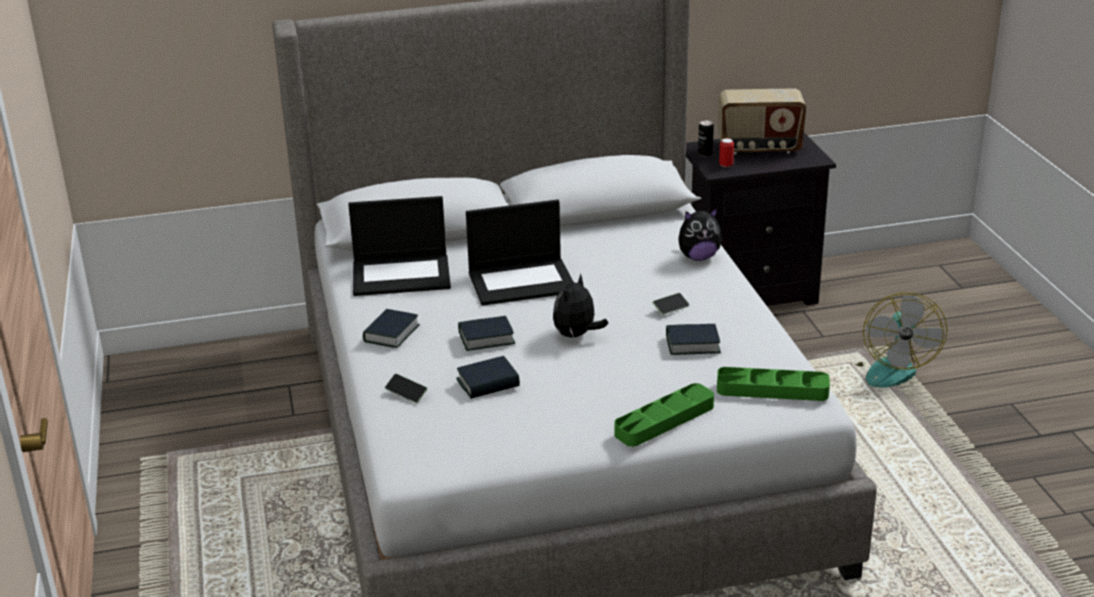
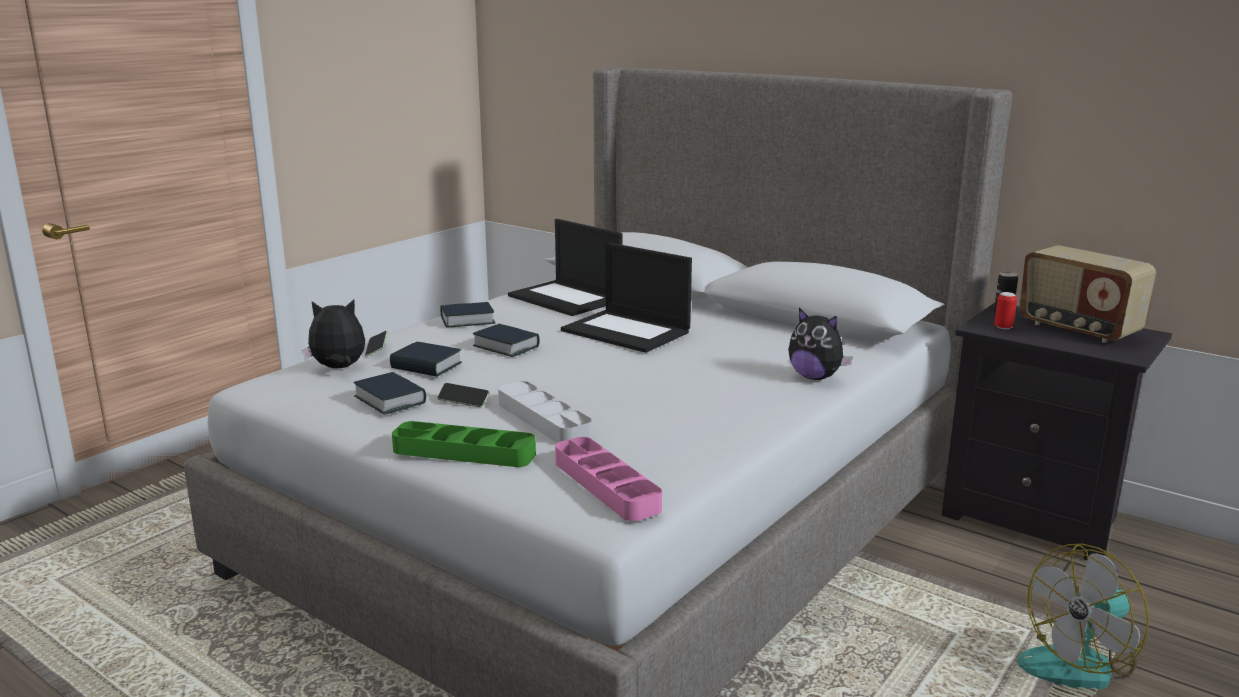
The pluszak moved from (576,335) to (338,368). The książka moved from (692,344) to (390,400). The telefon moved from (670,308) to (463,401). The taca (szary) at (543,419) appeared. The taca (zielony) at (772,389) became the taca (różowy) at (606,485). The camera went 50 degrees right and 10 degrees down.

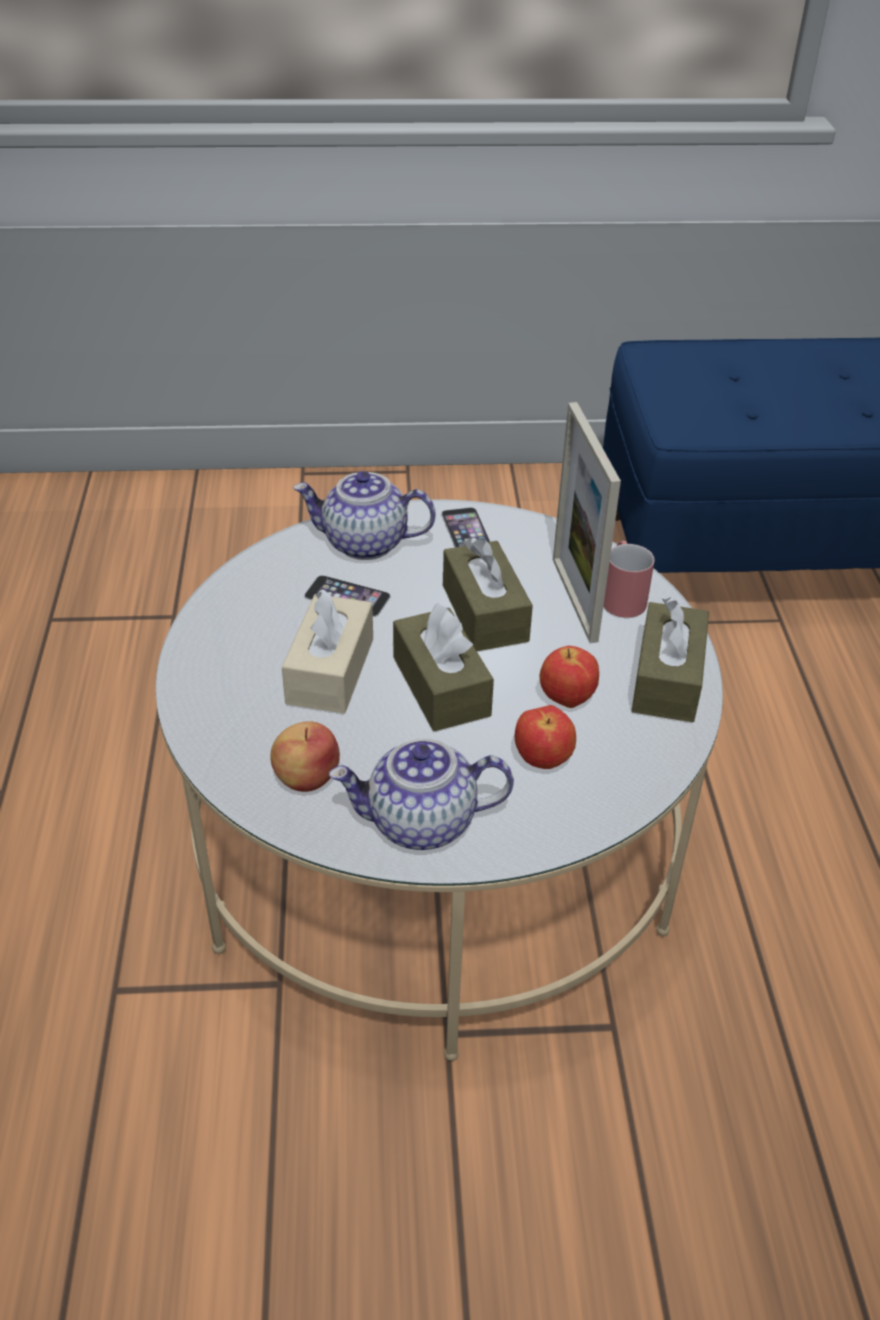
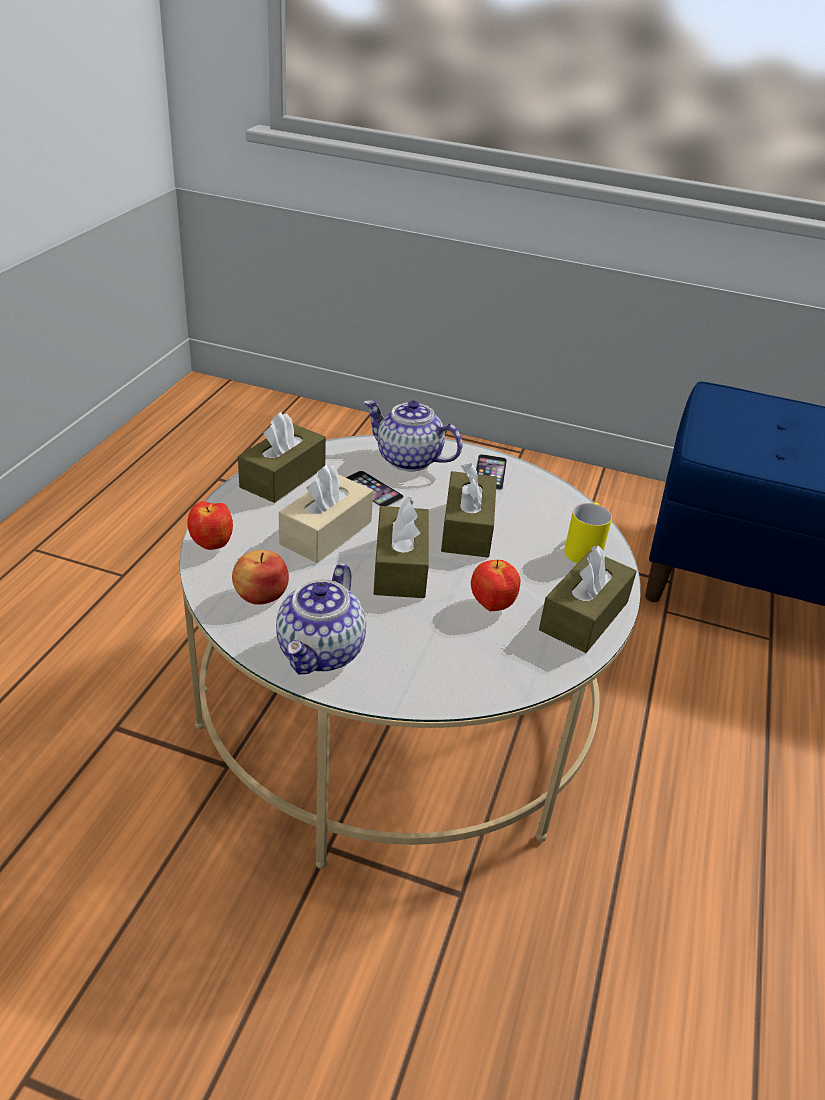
The jabłko moved from (543,760) to (212,545). The pudełko chusteczek (brązowy) at (283,477) appeared. The imbryk at (421,823) turned 90 degrees counterclockwise. The kubek (czerwony) at (622,595) became the kubek (żółty) at (584,548). The ramka na zdjęcie at (574,599) disappeared. The camera went 20 degrees right and 5 degrees down.

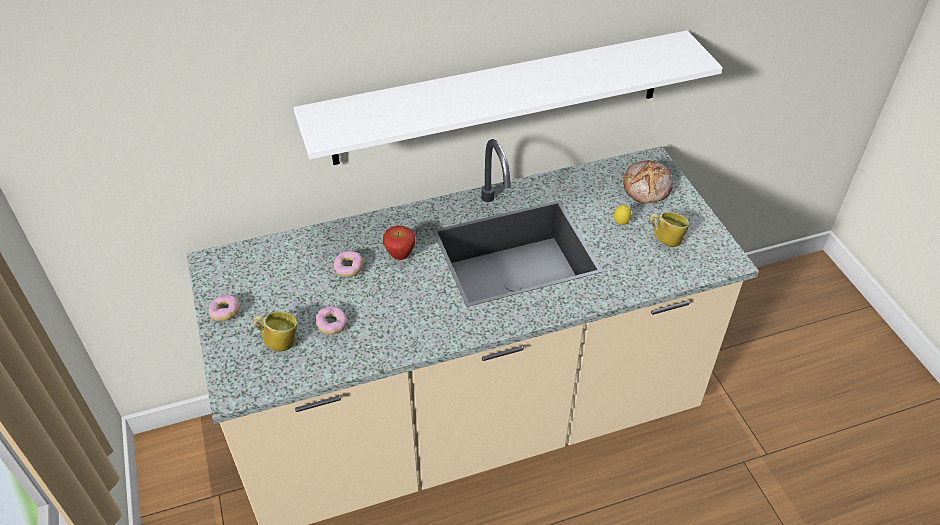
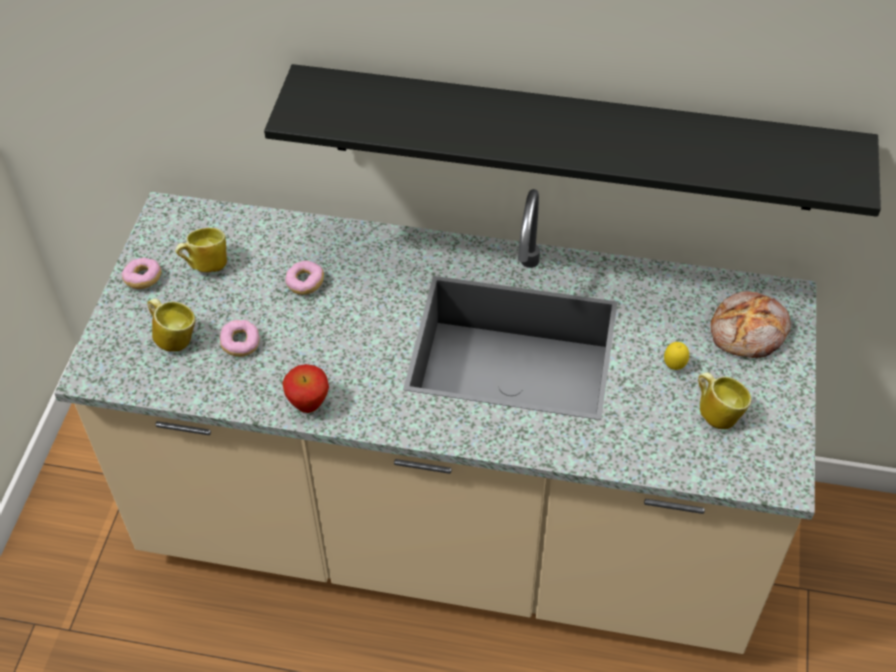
The kubek at (205,265) appeared. The półka (biały) at (500,98) became the półka (czarny) at (572,138). The jabłko moved from (400,256) to (309,405). The camera went 30 degrees right and 5 degrees up.

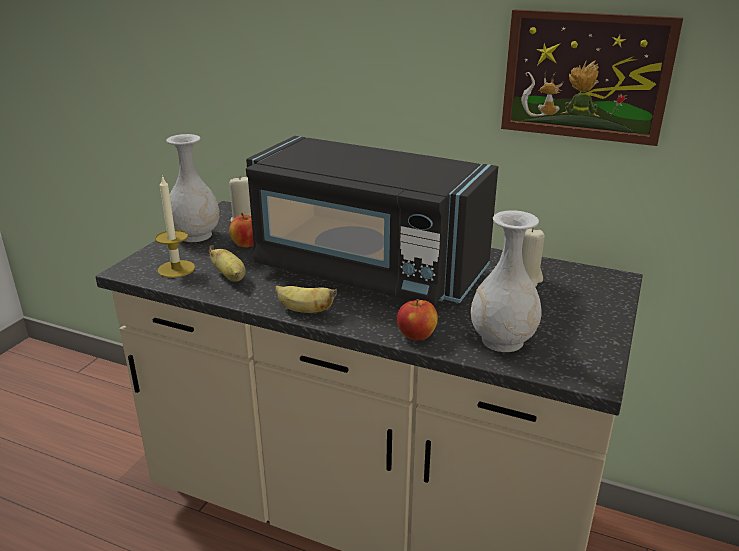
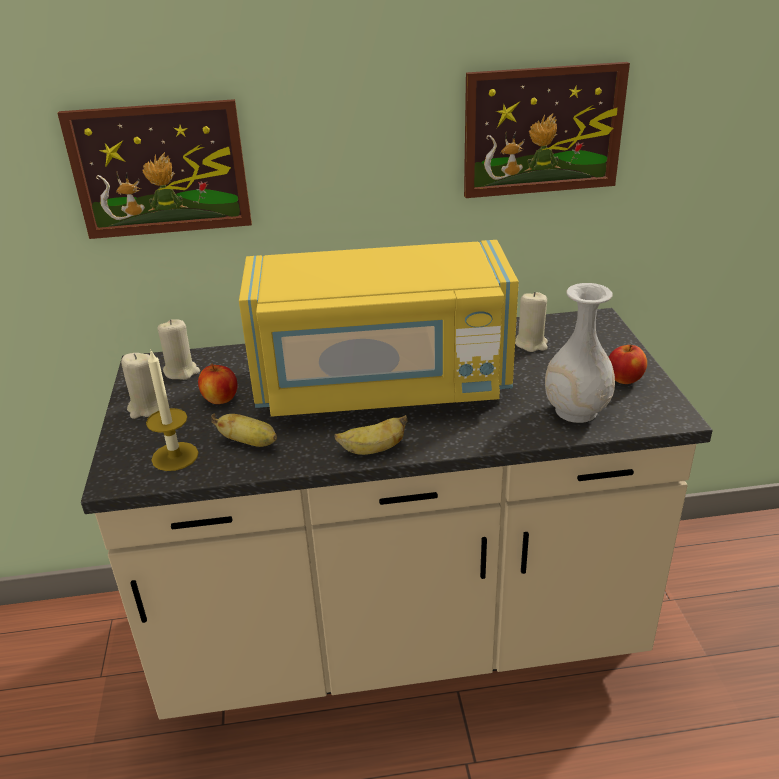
The obraz at (160,170) appeared. The wazon (biały) at (196,235) was replaced by the świeca (beżowy) at (147,408). The mikrofalówka (czarny) at (366,270) became the mikrofalówka (żółty) at (381,384). The jabłko moved from (416,335) to (624,379). The camera went 30 degrees left and 5 degrees up.

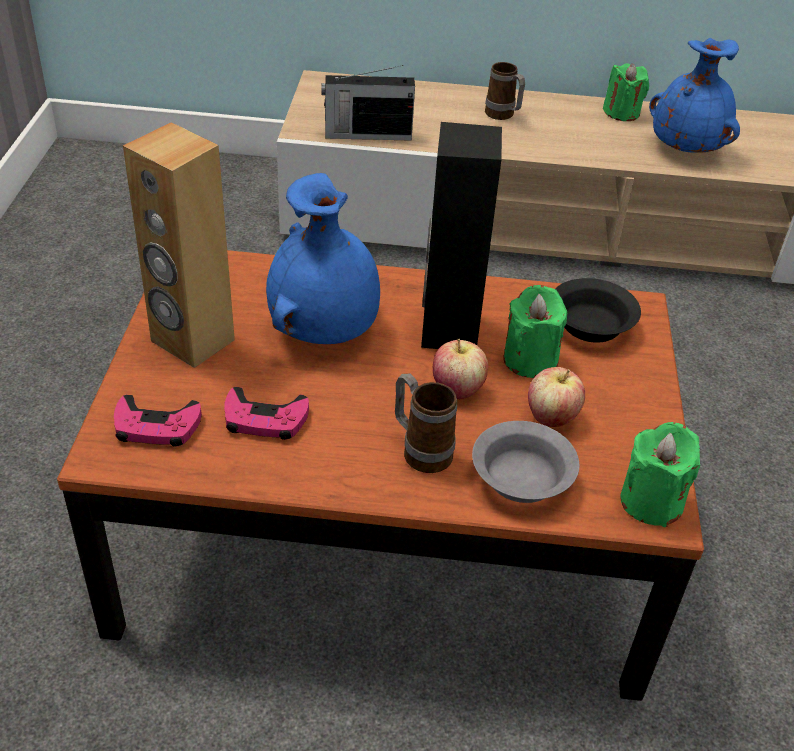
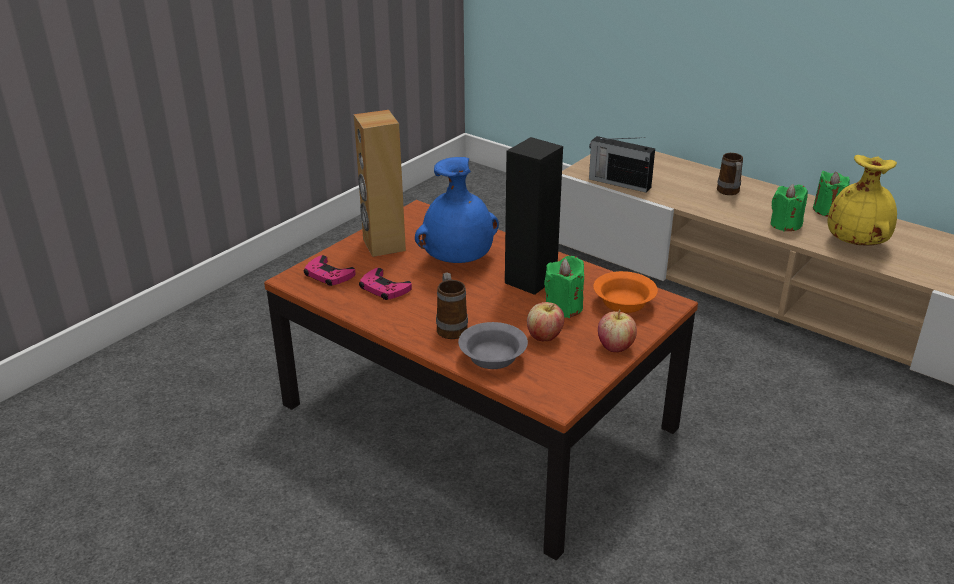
The miska (czarny) at (592,324) became the miska (pomarańczowy) at (625,303). The jabłko moved from (457,389) to (615,347). The świeca (zielony) moved from (651,501) to (785,225). The wazon (niebieski) at (686,148) became the wazon (żółty) at (857,243). The camera went 35 degrees right and 10 degrees down.

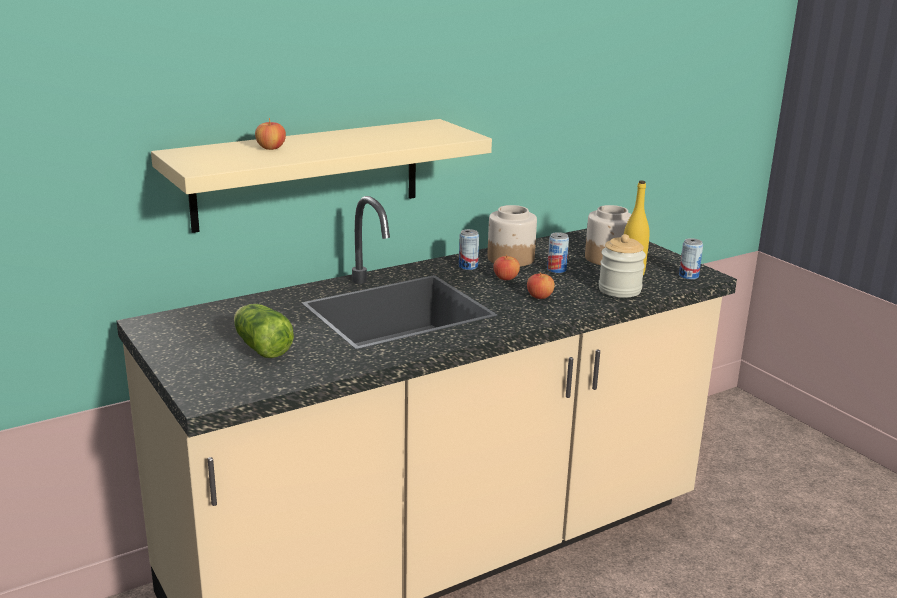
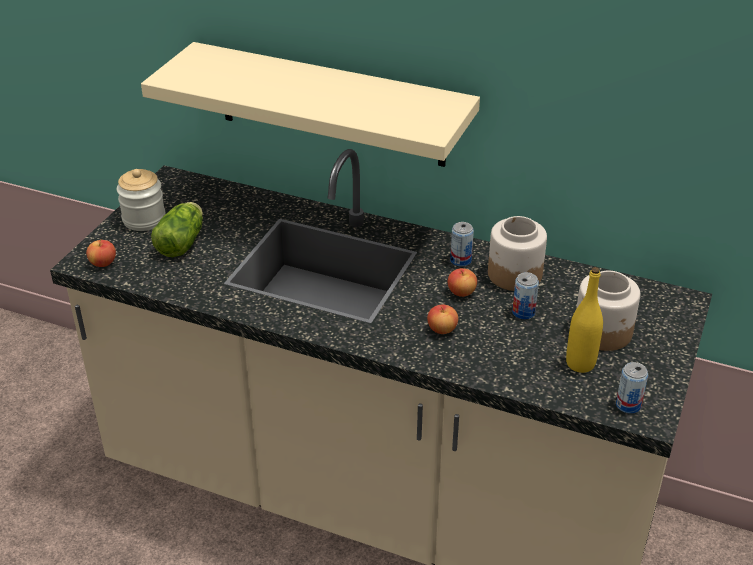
The jabłko moved from (271,148) to (103,263). The słoik moved from (619,290) to (144,219). The camera went 55 degrees right and 15 degrees up.

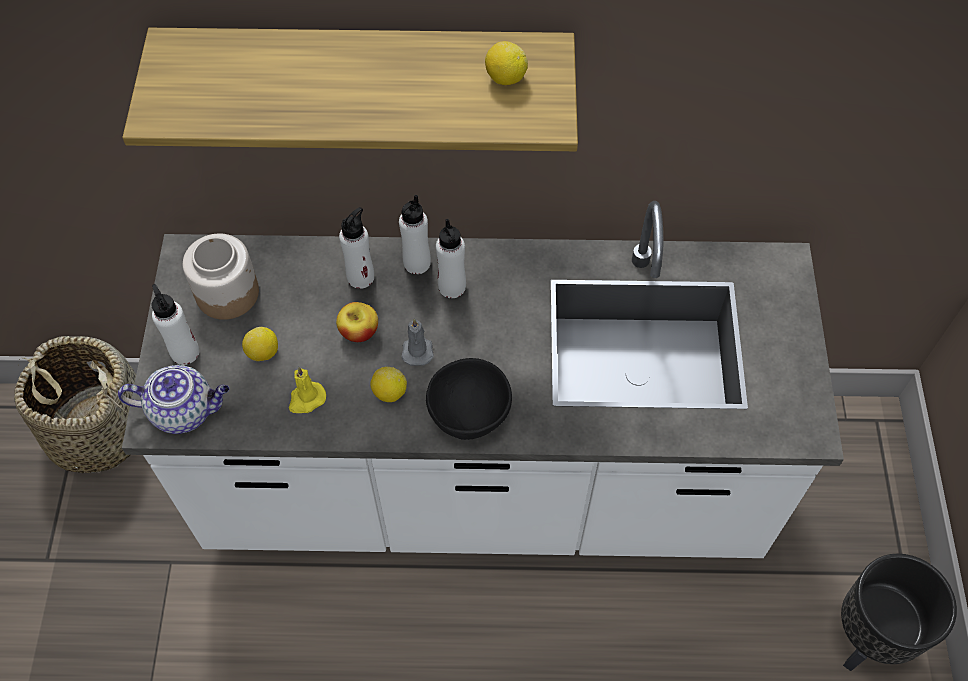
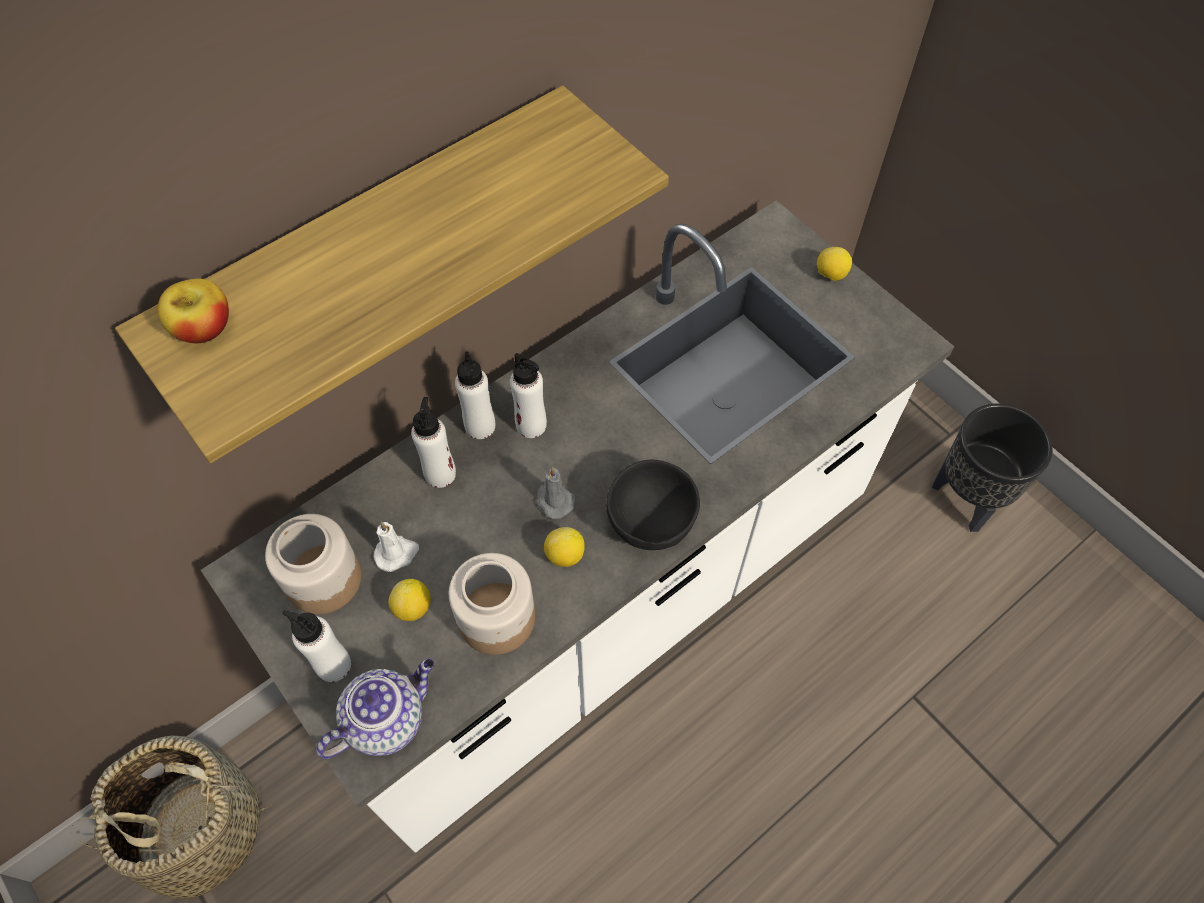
The jabłko moved from (359,332) to (204,329). The świeca (biały) at (397,553) appeared. The świeca (żółty) at (306,399) was replaced by the słoik at (495,618). The cytryna moved from (505,78) to (830,274). The camera went 40 degrees left and 0 degrees up.

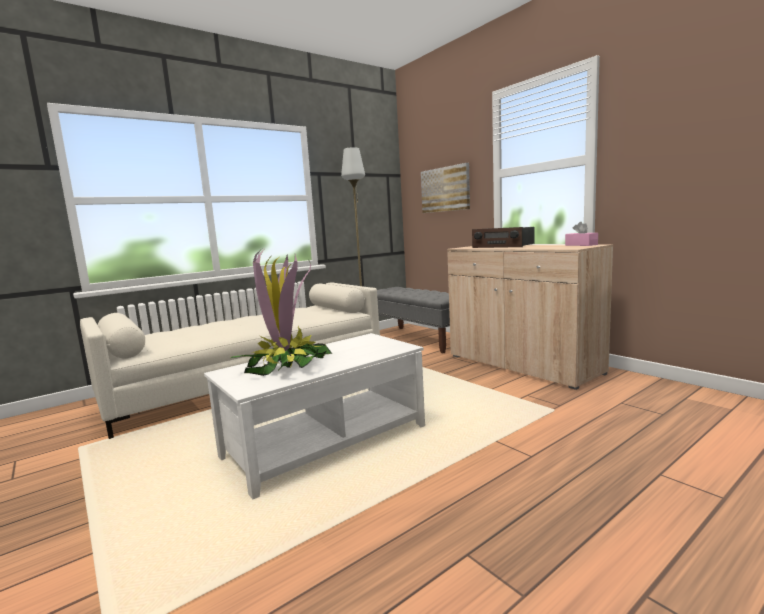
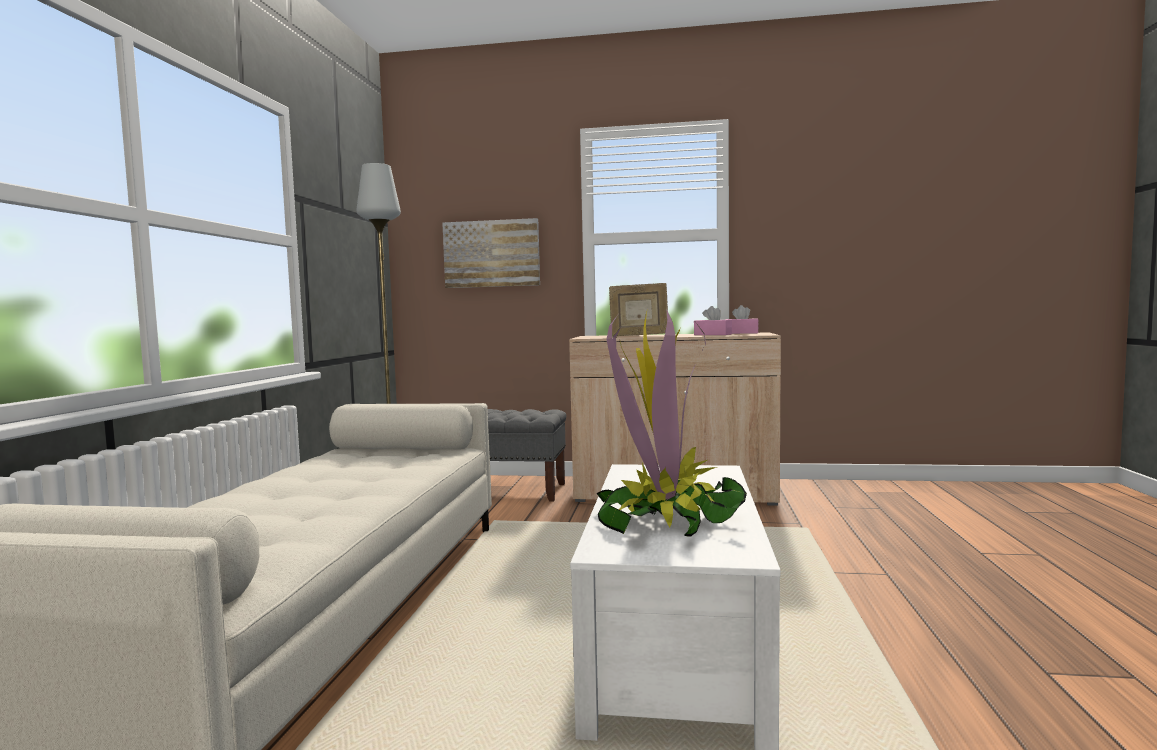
The radio at (503,246) was replaced by the ramka na zdjęcie at (639,335). The pudełko chusteczek (różowy) at (712,334) appeared. The camera went 45 degrees left and 5 degrees down.

